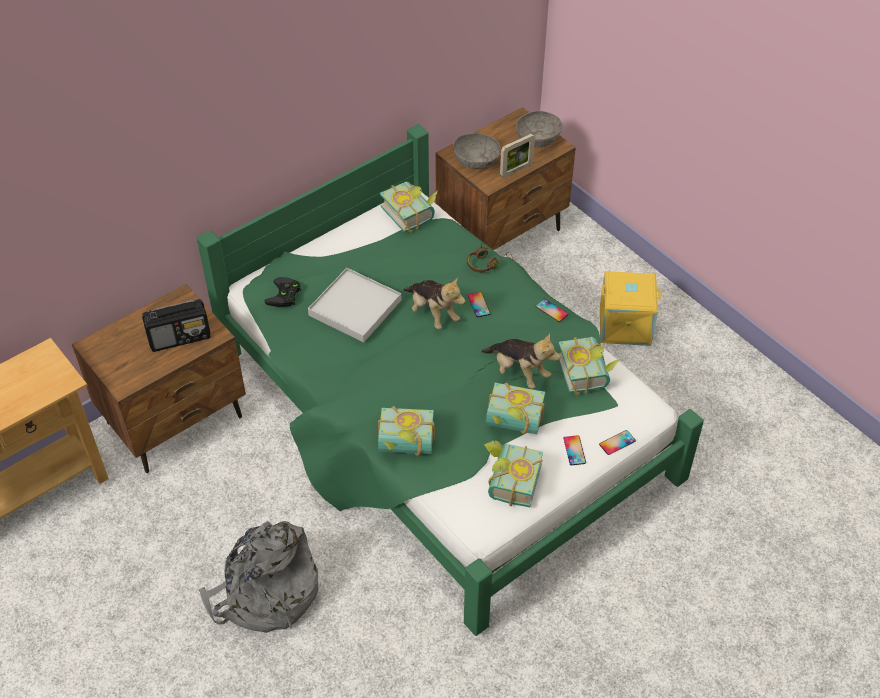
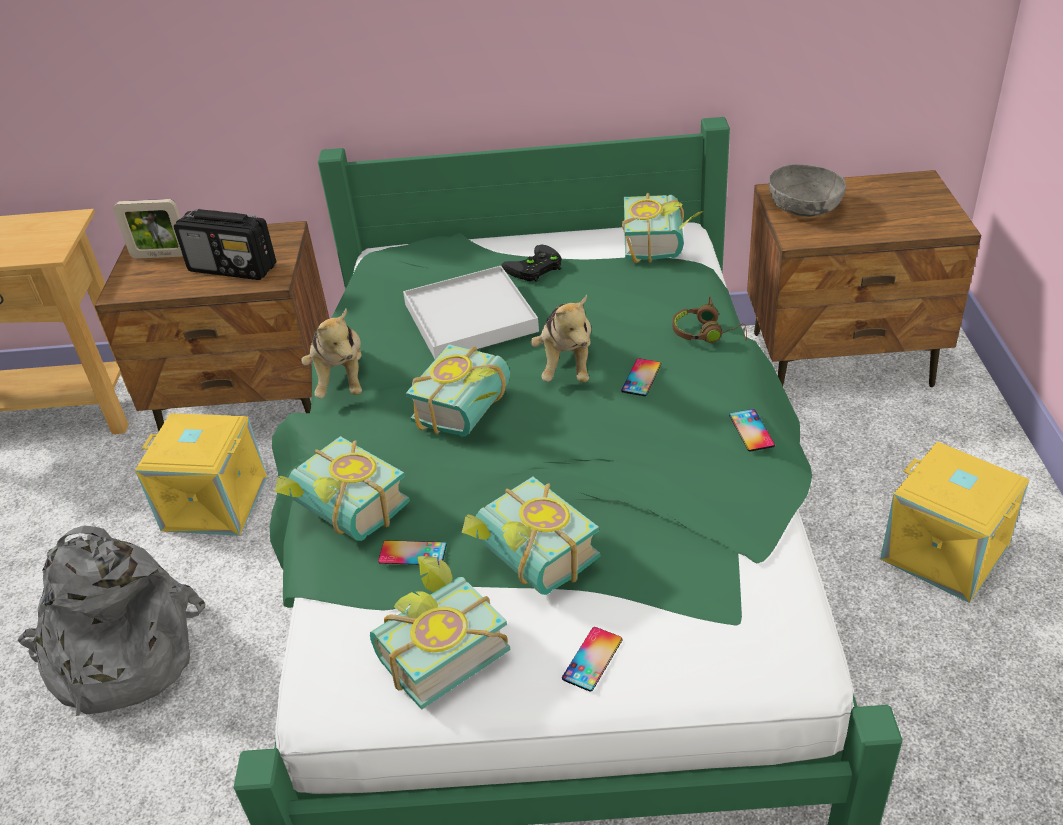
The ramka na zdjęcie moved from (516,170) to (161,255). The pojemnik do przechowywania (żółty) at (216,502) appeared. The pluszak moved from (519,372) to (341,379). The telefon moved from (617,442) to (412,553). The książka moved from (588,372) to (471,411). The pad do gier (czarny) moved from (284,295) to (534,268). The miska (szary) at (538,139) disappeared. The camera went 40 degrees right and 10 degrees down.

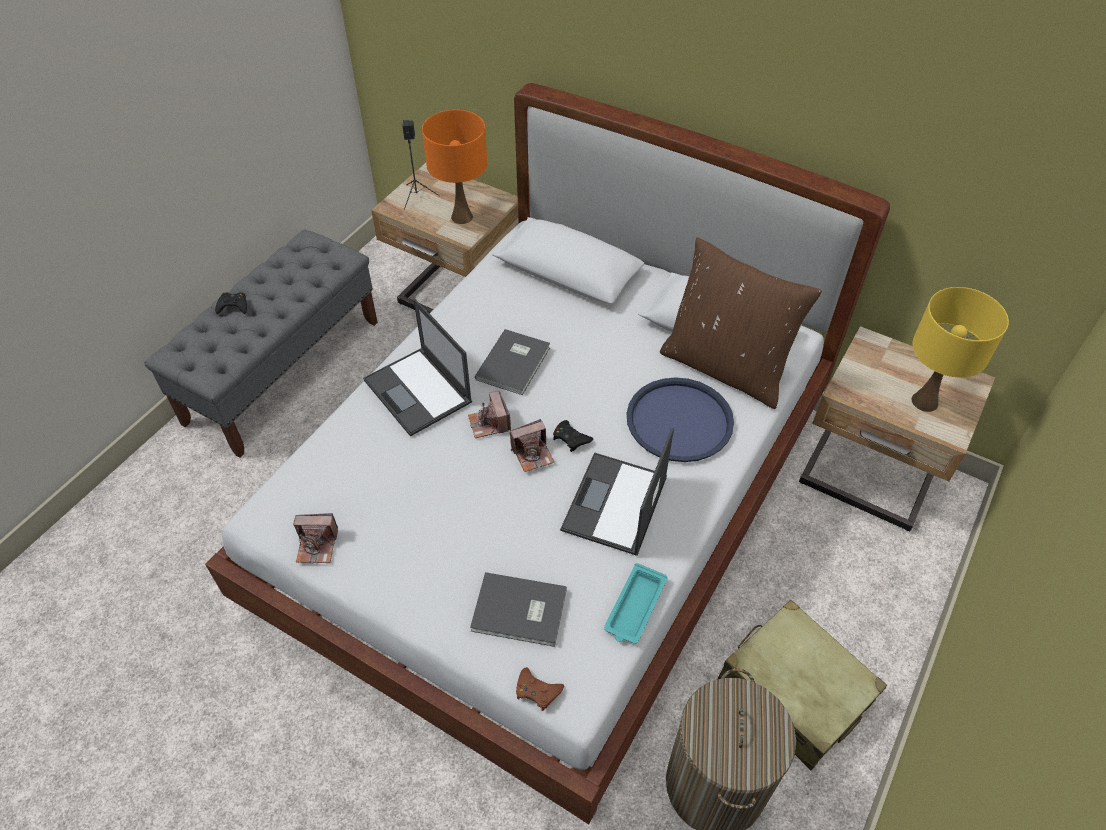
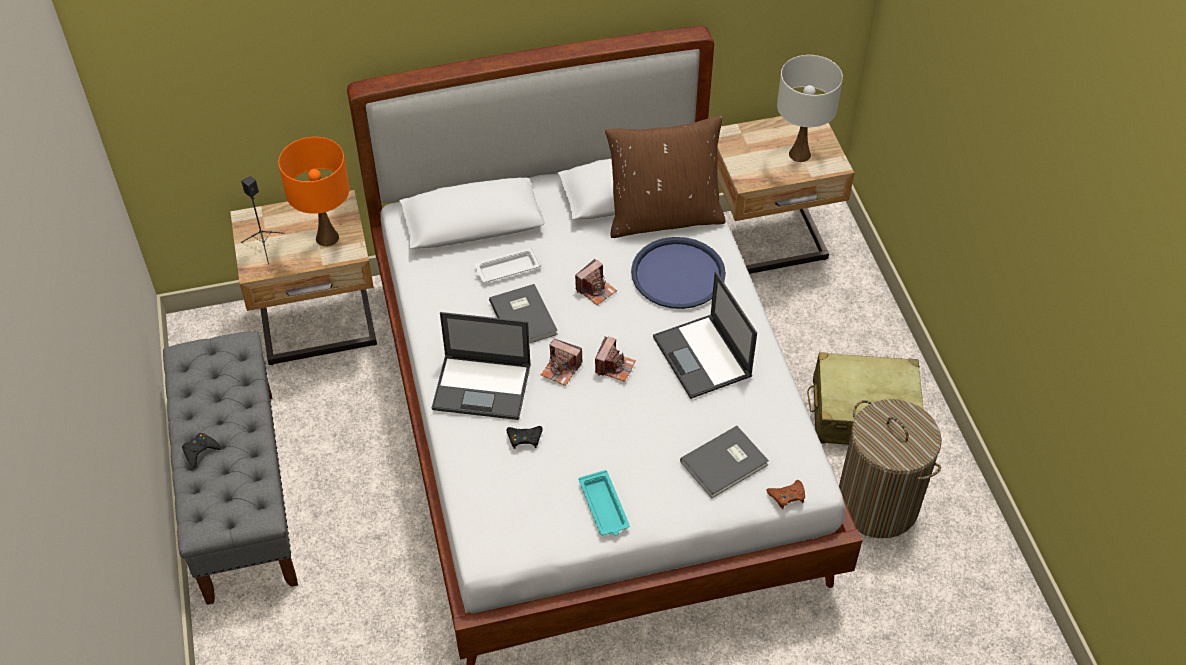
The taca (biały) at (506,269) appeared. The pad do gier (czarny) moved from (571,438) to (524,438). The aparat fotograficzny moved from (317,546) to (595,290). The taca (turkusowy) moved from (634,607) to (604,507). The lampa stołowa (żółty) at (924,401) became the lampa stołowa (biały) at (799,154). The camera went 45 degrees left and 0 degrees up.

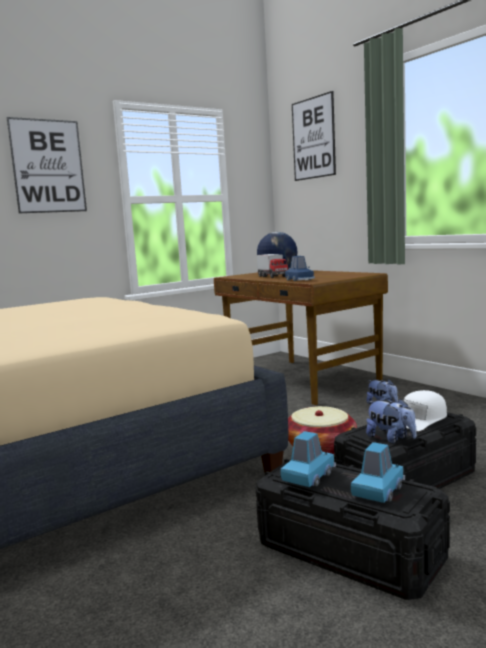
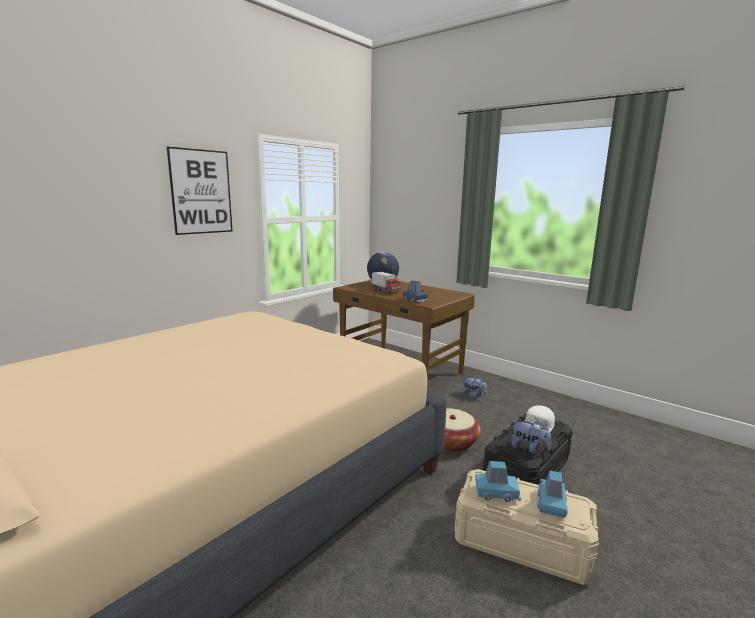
The pojemnik do przechowywania (czarny) at (349,551) became the pojemnik do przechowywania (beżowy) at (521,543). The samochodzik (niebieski) at (308,476) turned 75 degrees clockwise. The obraz at (313,138) disappeared. The camera went 15 degrees left and 5 degrees up.

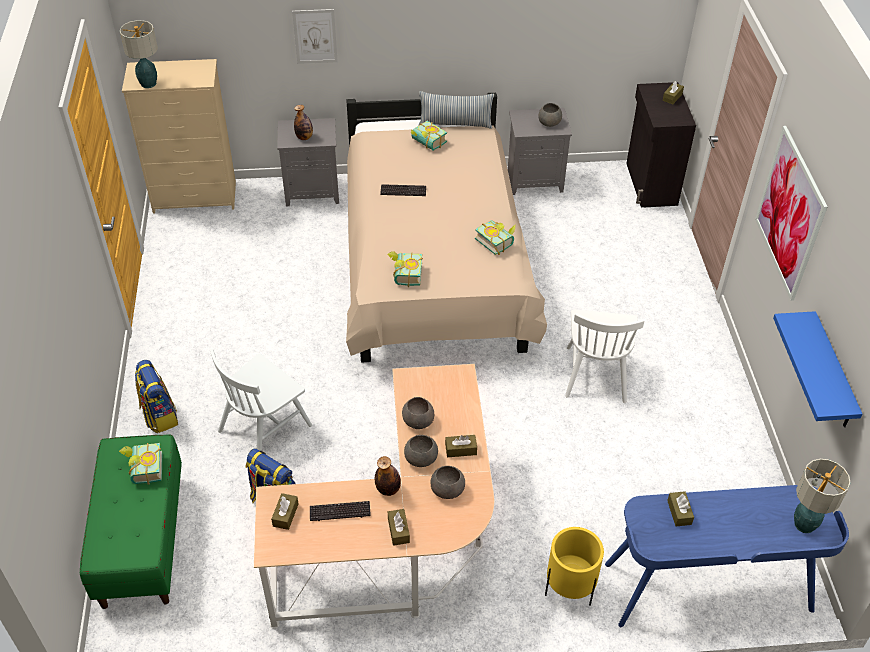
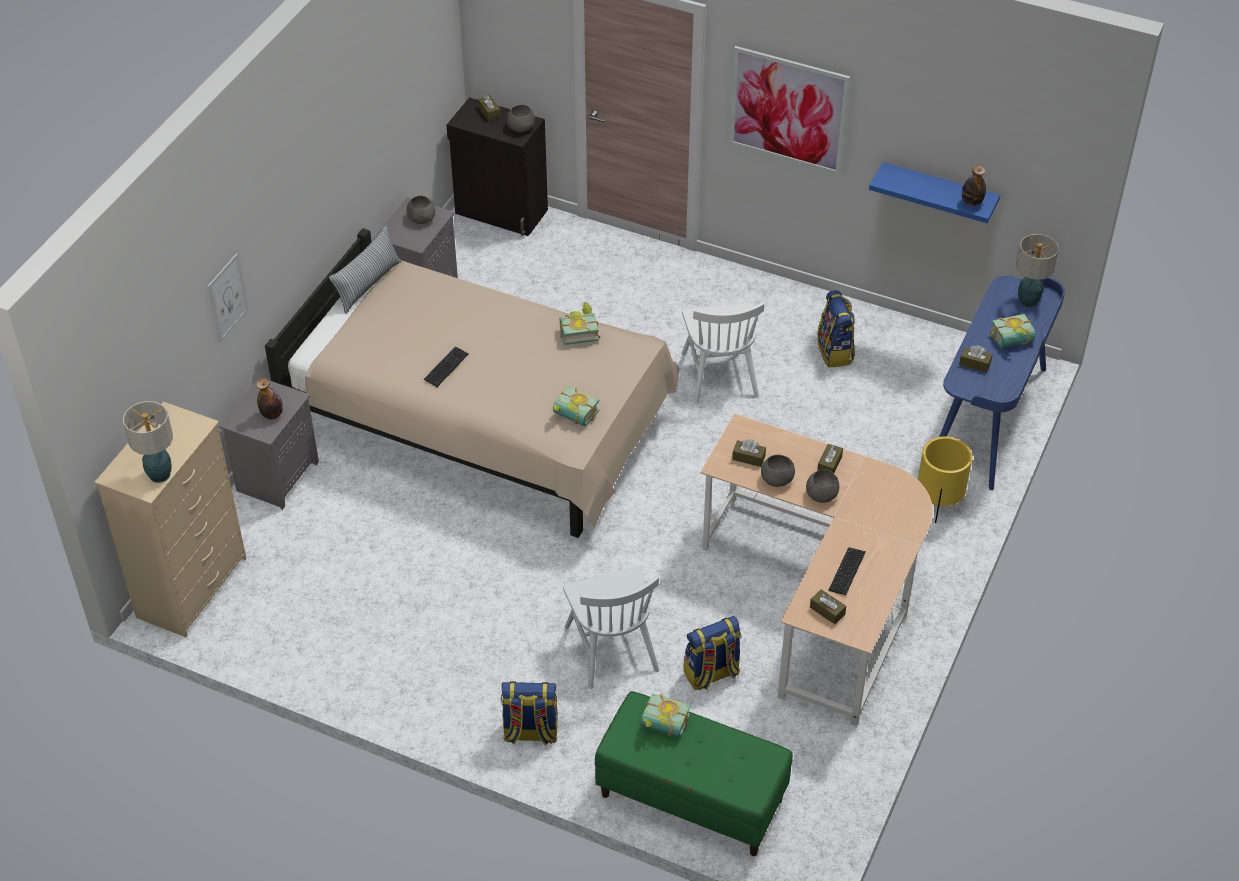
The miska (szary) moved from (448,489) to (521,127). The krzesło (biały) at (596,374) turned 45 degrees clockwise. The pudełko chusteczek (brązowy) moved from (398,530) to (748,458). The plecak at (835,352) appeared. The butelka moved from (388,489) to (971,202). The książka moved from (426,143) to (1013,342). The camera went 60 degrees left and 0 degrees up.

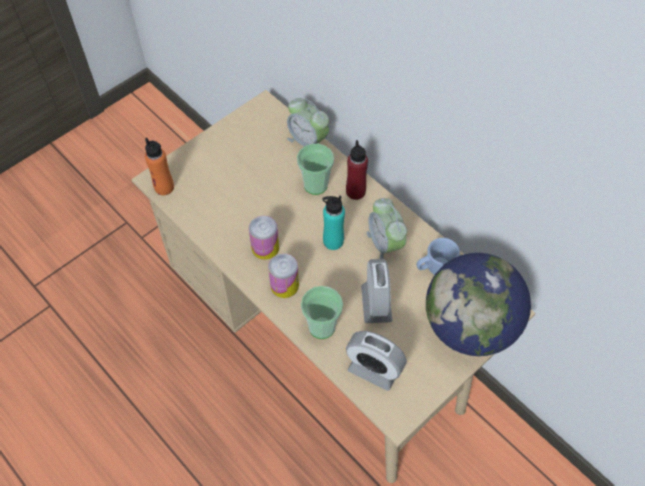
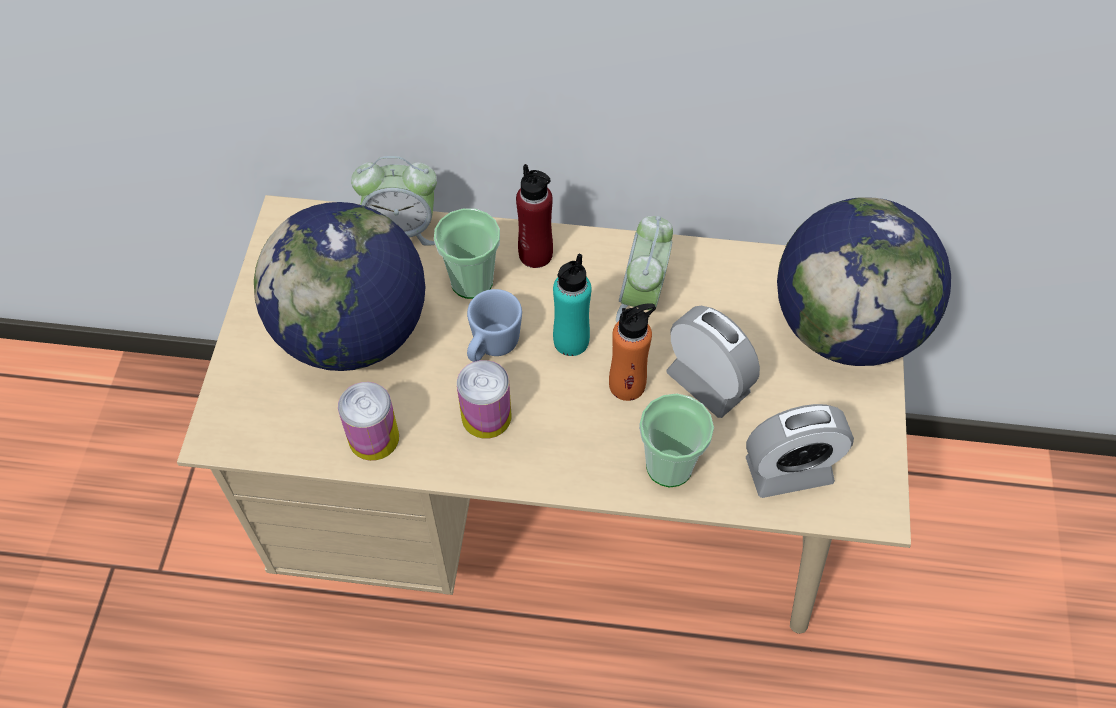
The globus at (353,333) appeared. The puszka moved from (284,285) to (373,438). The kubek (niebieski) moved from (434,268) to (491,347). The butelka (pomarańczowy) moved from (164,187) to (627,385). The budzik at (385,244) turned 75 degrees clockwise. The camera went 40 degrees left and 0 degrees up.

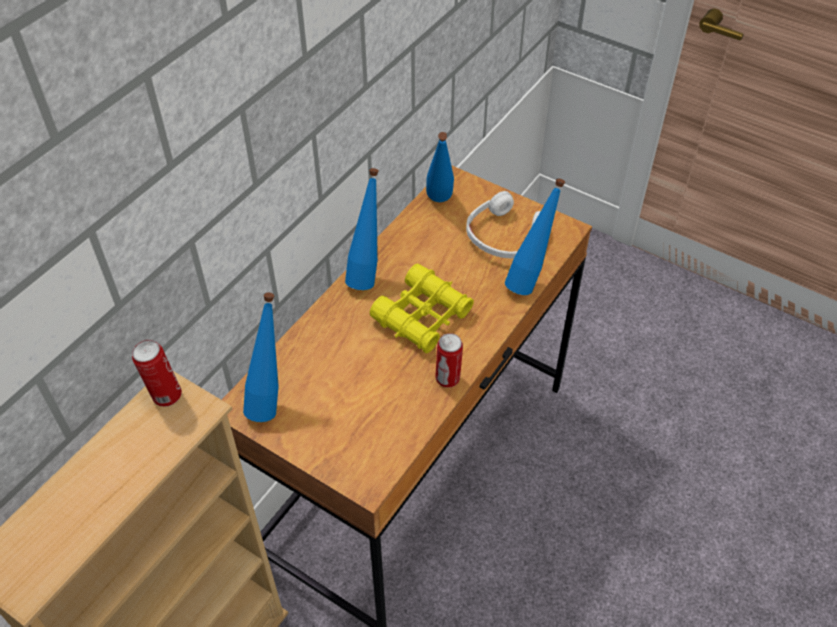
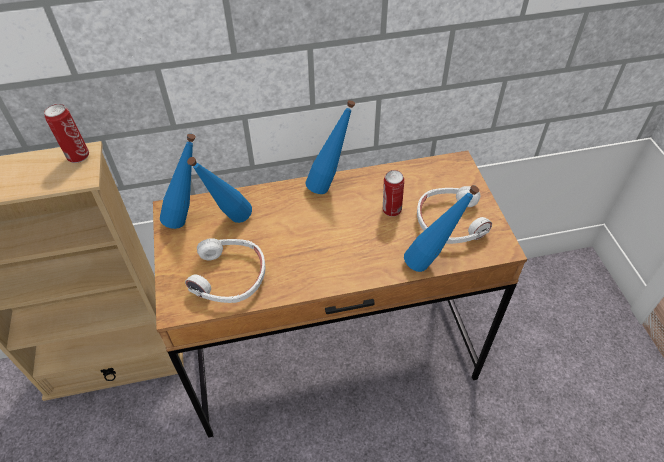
The słuchawki (biały) at (229,277) appeared. The butelka (niebieski) moved from (439,204) to (229,222). The puszka moved from (448,379) to (391,211). The lornetka (żółty) at (422,316) disappeared. The camera went 45 degrees right and 0 degrees up.

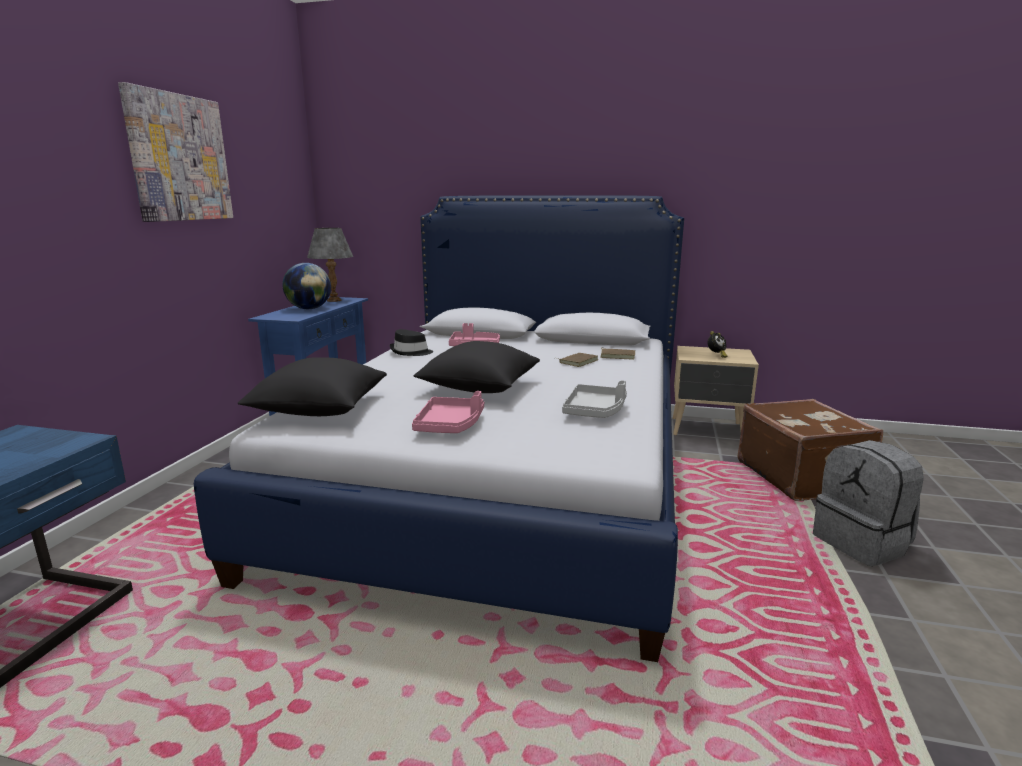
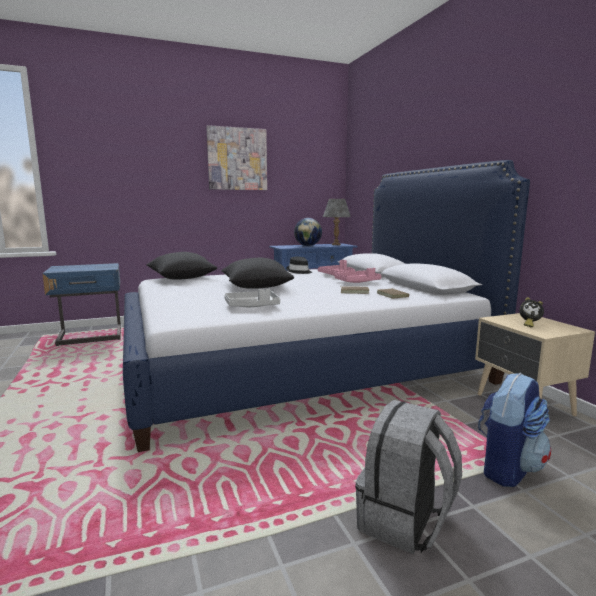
The taca (różowy) moved from (450,425) to (357,282). The walizka (brązowy) at (801,477) was replaced by the plecak at (507,468). The camera went 55 degrees right and 5 degrees down.

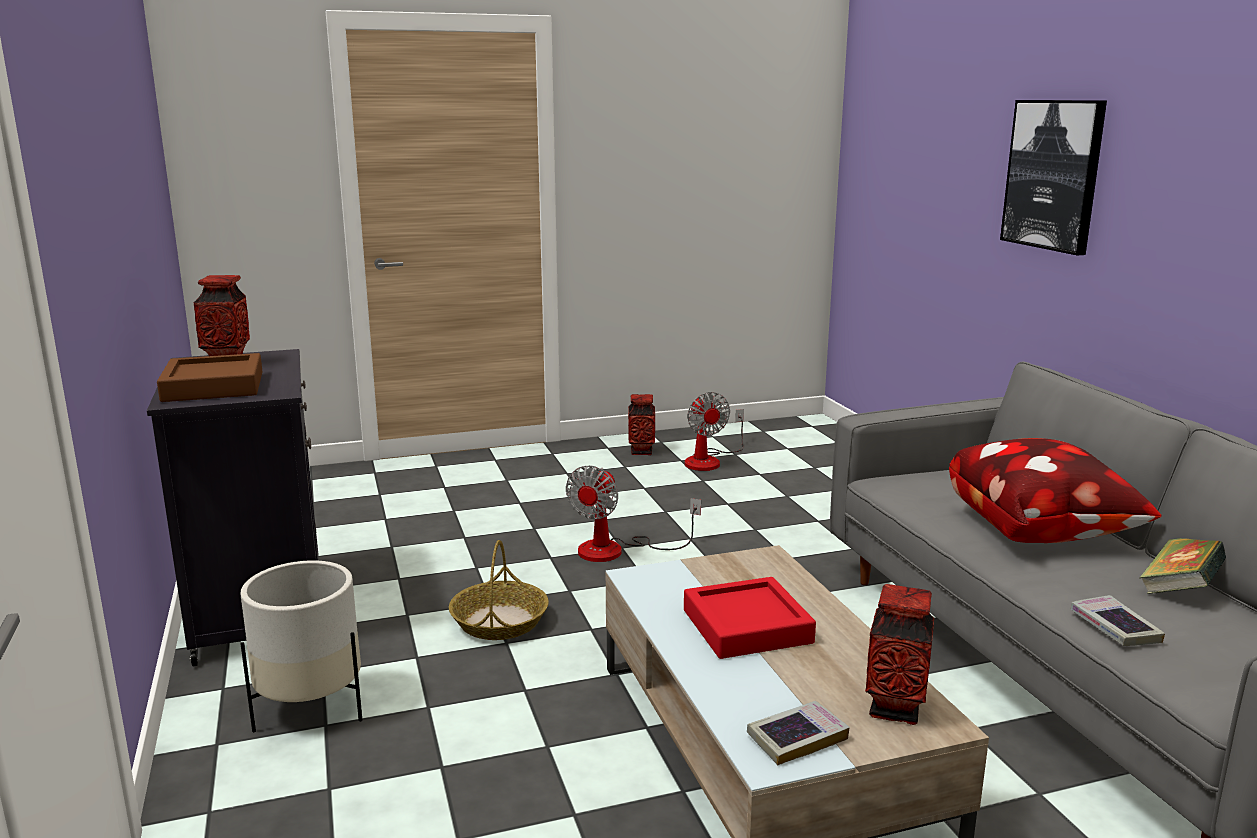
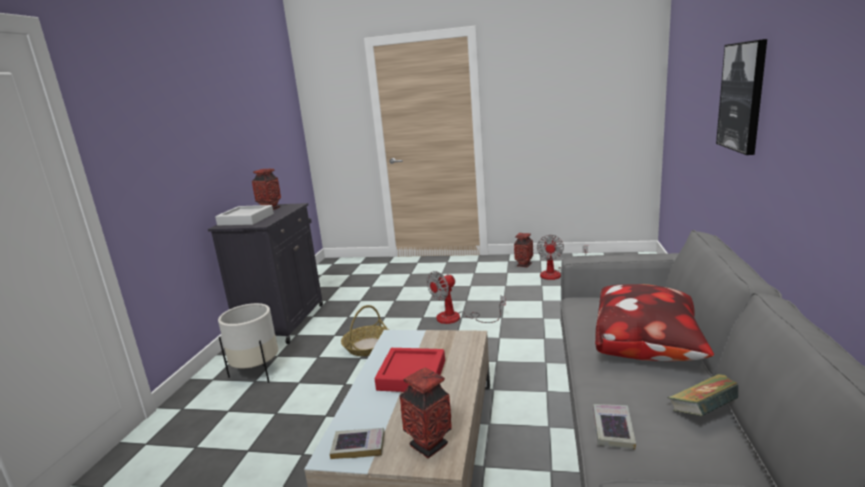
The taca (brązowy) at (213,387) became the taca (szary) at (246,219). The camera went 30 degrees right and 0 degrees up.

